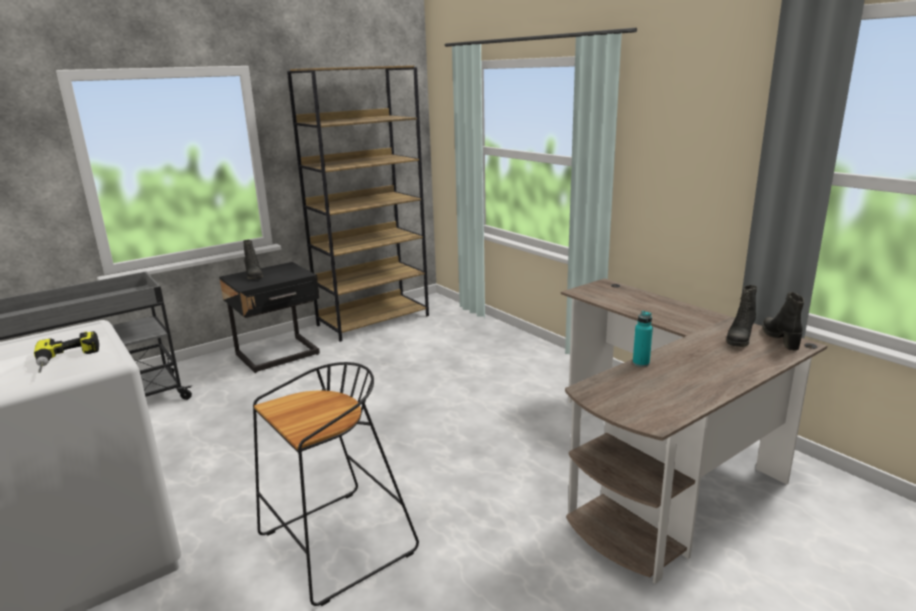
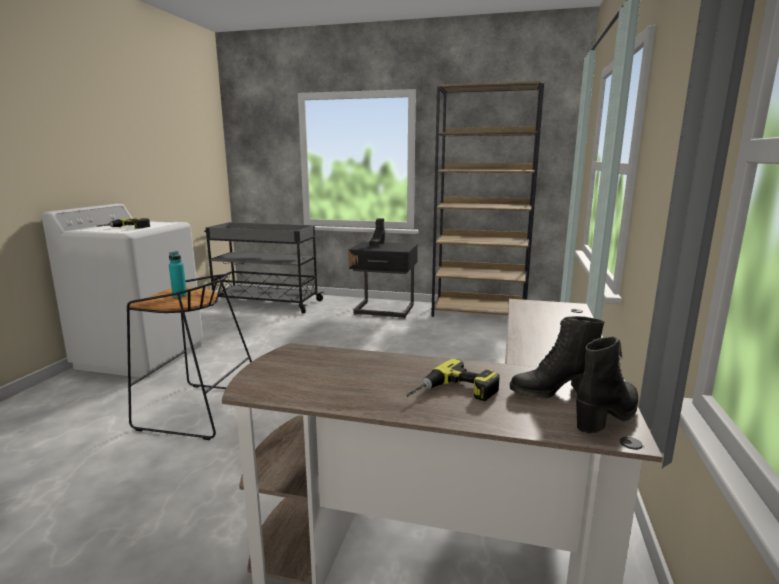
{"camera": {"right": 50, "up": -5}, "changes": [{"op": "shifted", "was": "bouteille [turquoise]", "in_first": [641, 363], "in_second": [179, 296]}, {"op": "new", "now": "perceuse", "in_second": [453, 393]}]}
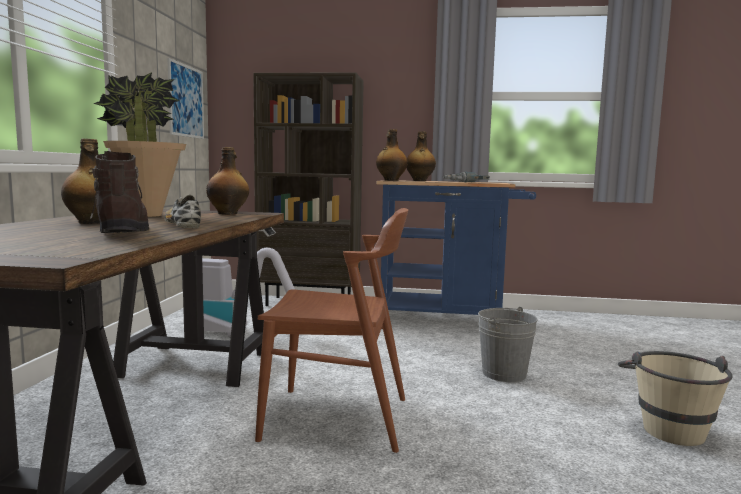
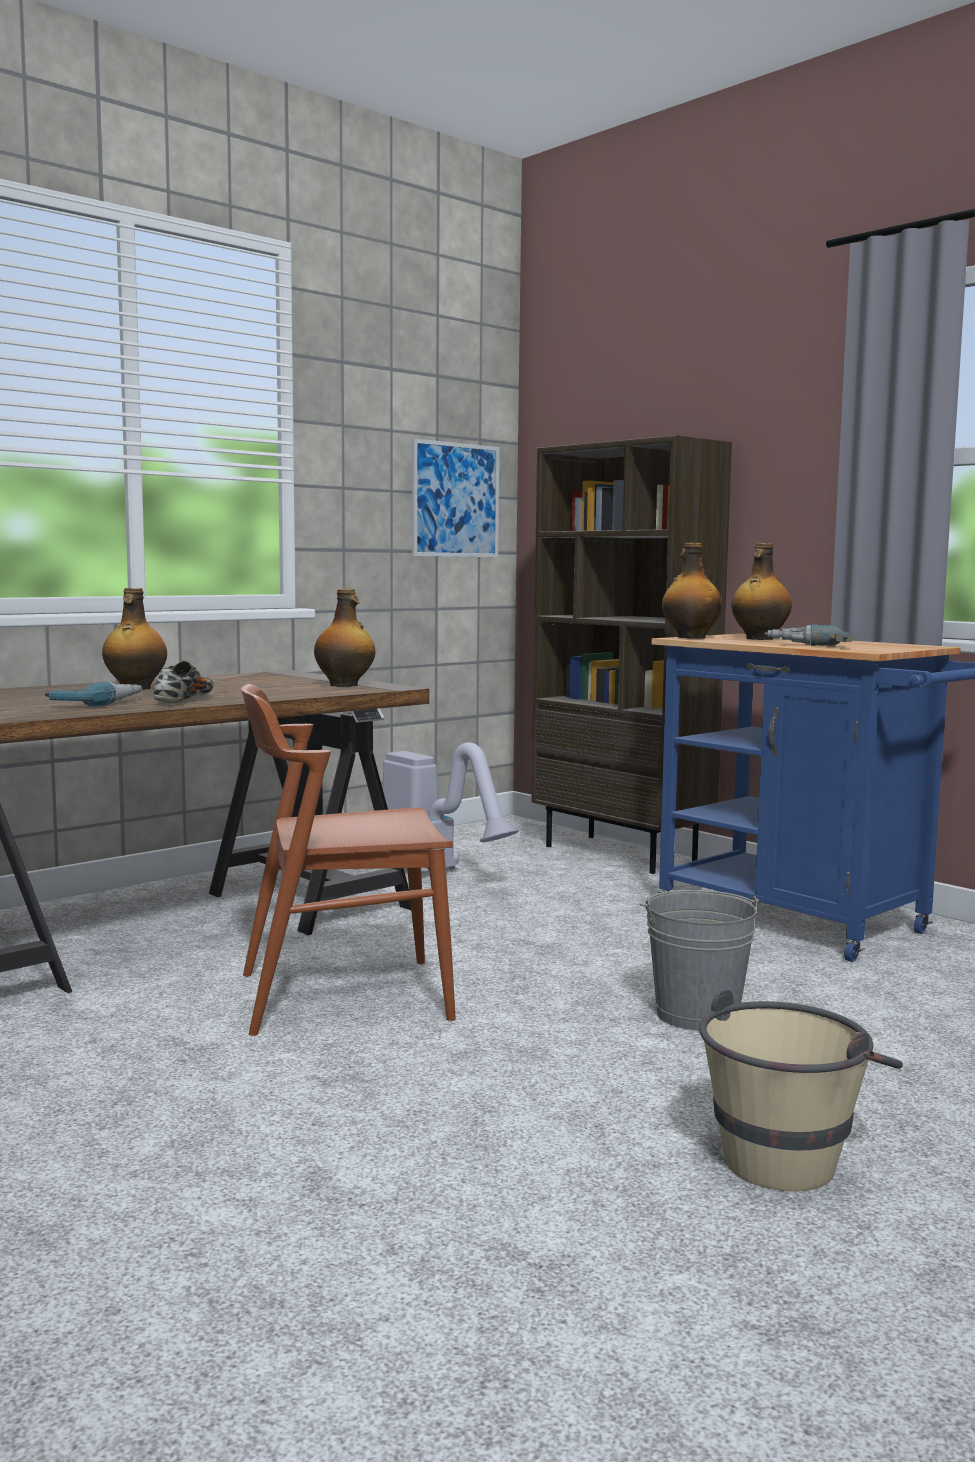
{"camera": {"right": 40, "up": 0}, "changes": [{"op": "swapped", "was": "botte [marron]", "now": "perceuse", "in_first": [122, 233], "in_second": [96, 703]}, {"op": "rotated", "was": "chaise [marron]", "in_first": [337, 418], "in_second": [343, 995], "clockwise": 120}, {"op": "gone", "was": "plante en pot", "in_first": [147, 215]}]}
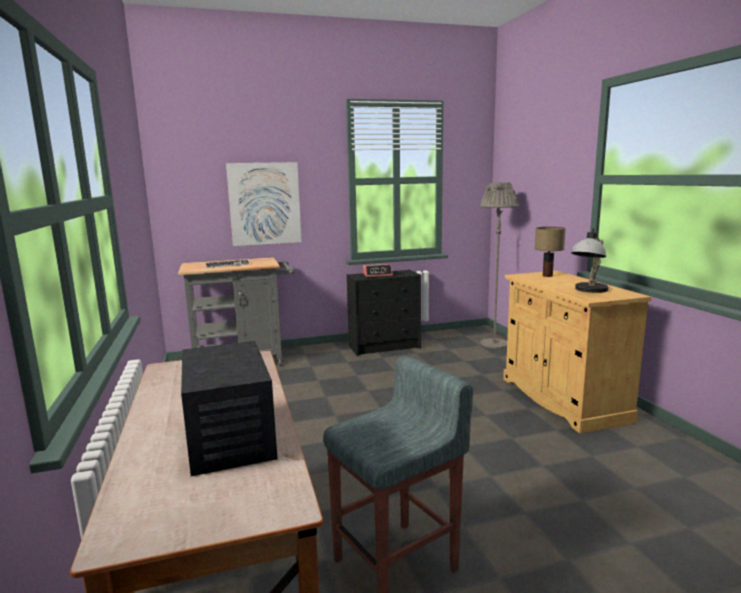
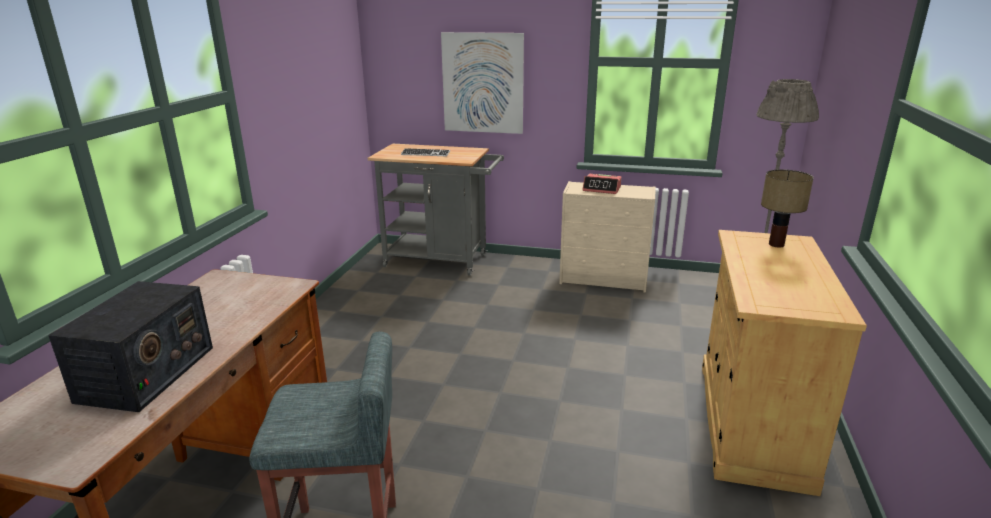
{"camera": {"right": 30, "up": 10}, "changes": [{"op": "repainted", "was": "commode [noir]", "now": "commode [beige]", "in_first": [385, 347], "in_second": [604, 279]}, {"op": "gone", "was": "lampe de table", "in_first": [589, 291]}]}
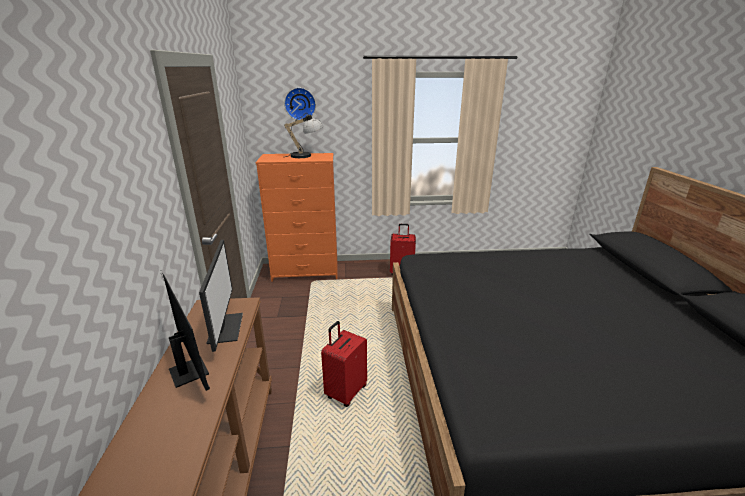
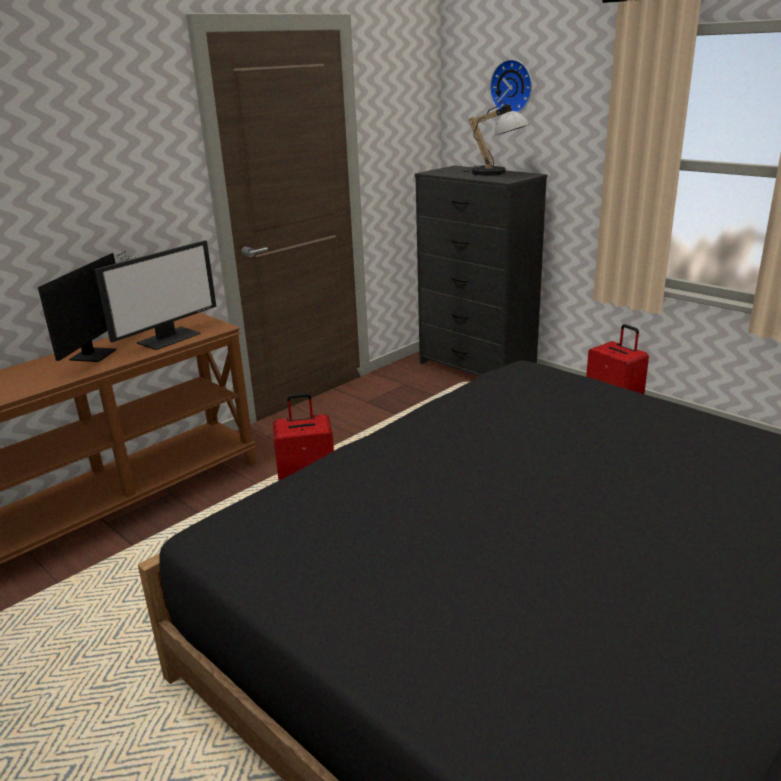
{"camera": {"right": 50, "up": 0}, "changes": [{"op": "repainted", "was": "commode [orange]", "now": "commode [noir]", "in_first": [306, 272], "in_second": [477, 368]}]}
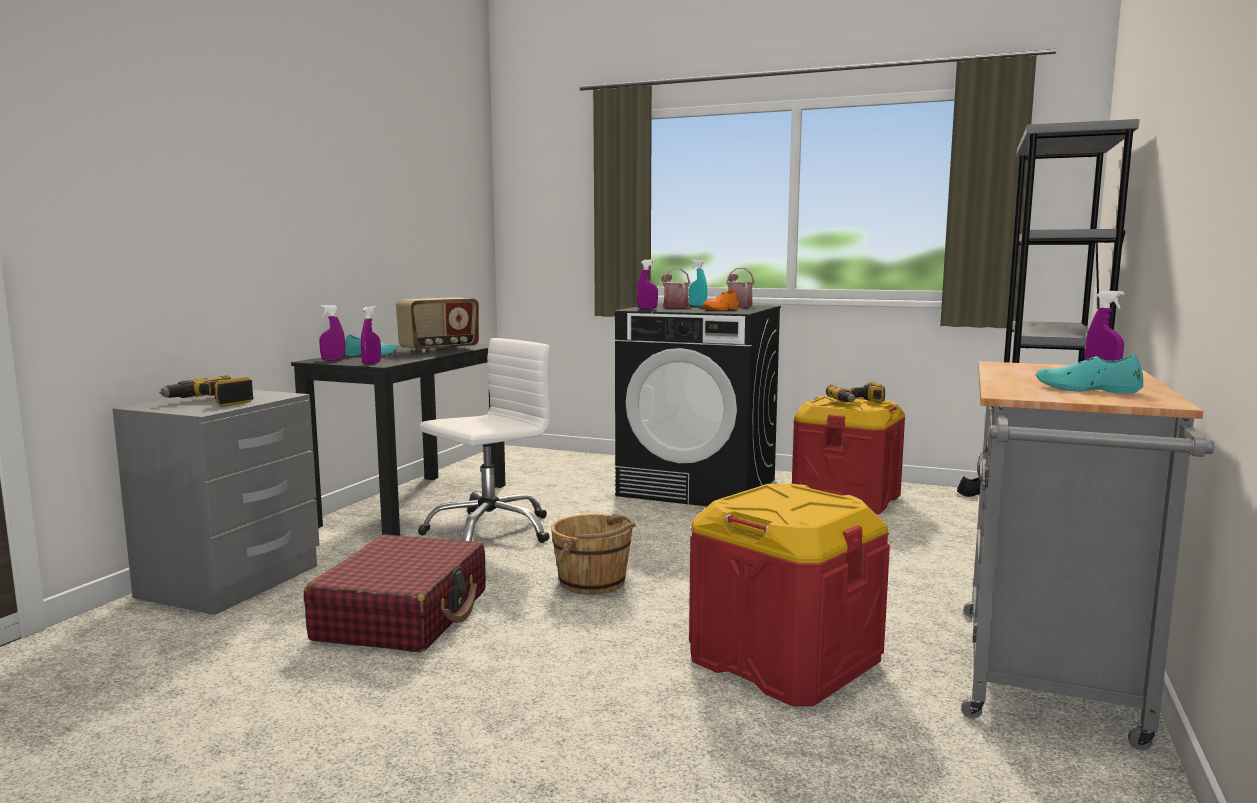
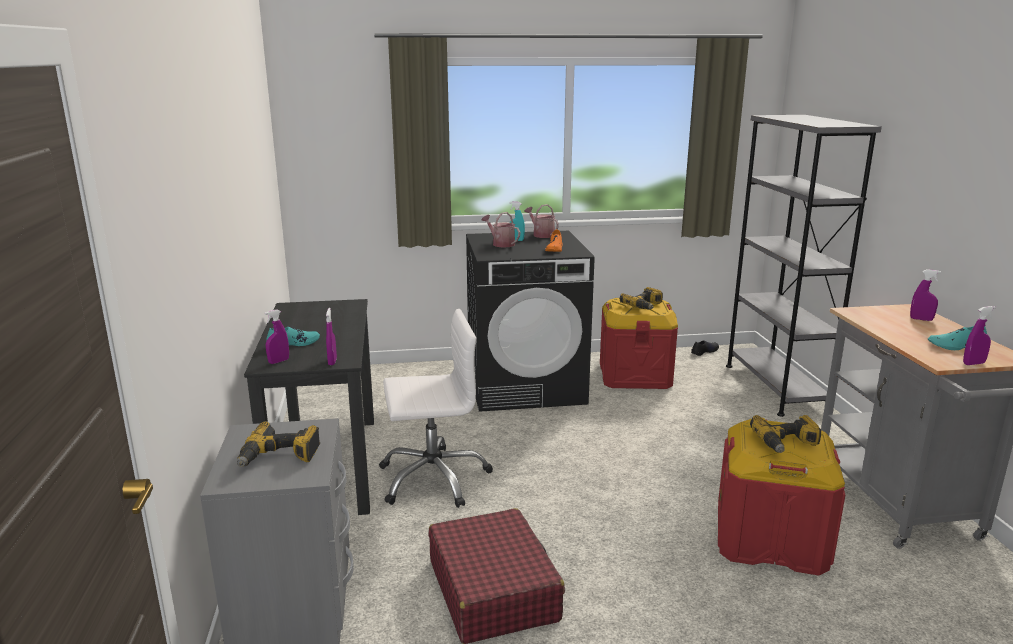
{"camera": {"right": -30, "up": 10}, "changes": [{"op": "rotated", "was": "chaise de bureau [blanc]", "in_first": [489, 531], "in_second": [433, 478], "clockwise": 60}, {"op": "new", "now": "perceuse", "in_second": [786, 443]}, {"op": "shifted", "was": "vaporisateur [violet]", "in_first": [647, 308], "in_second": [973, 363]}, {"op": "gone", "was": "radio", "in_first": [440, 349]}, {"op": "gone", "was": "seau [marron]", "in_first": [593, 582]}]}
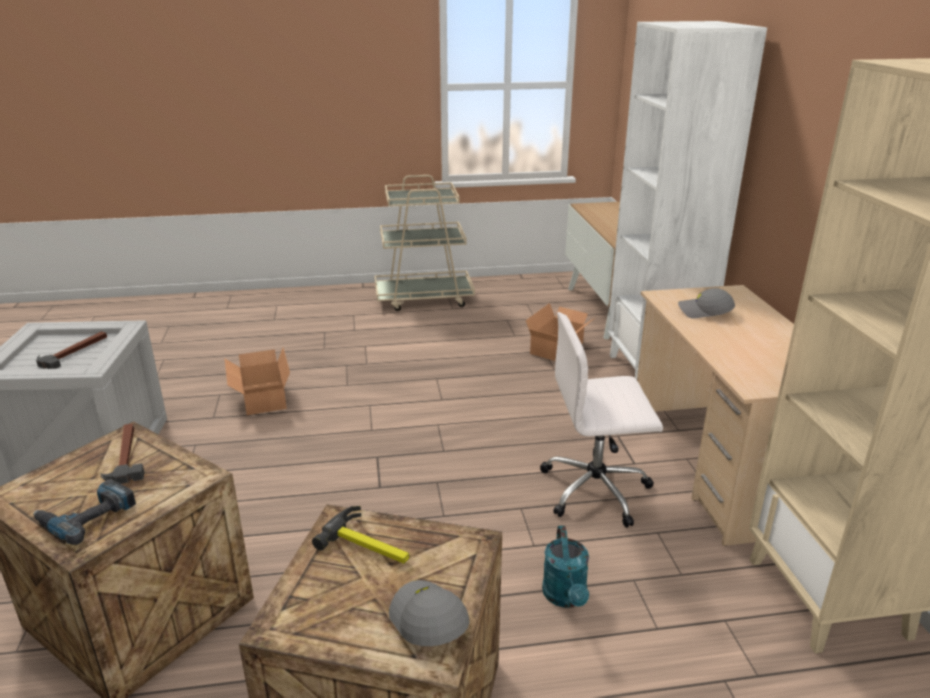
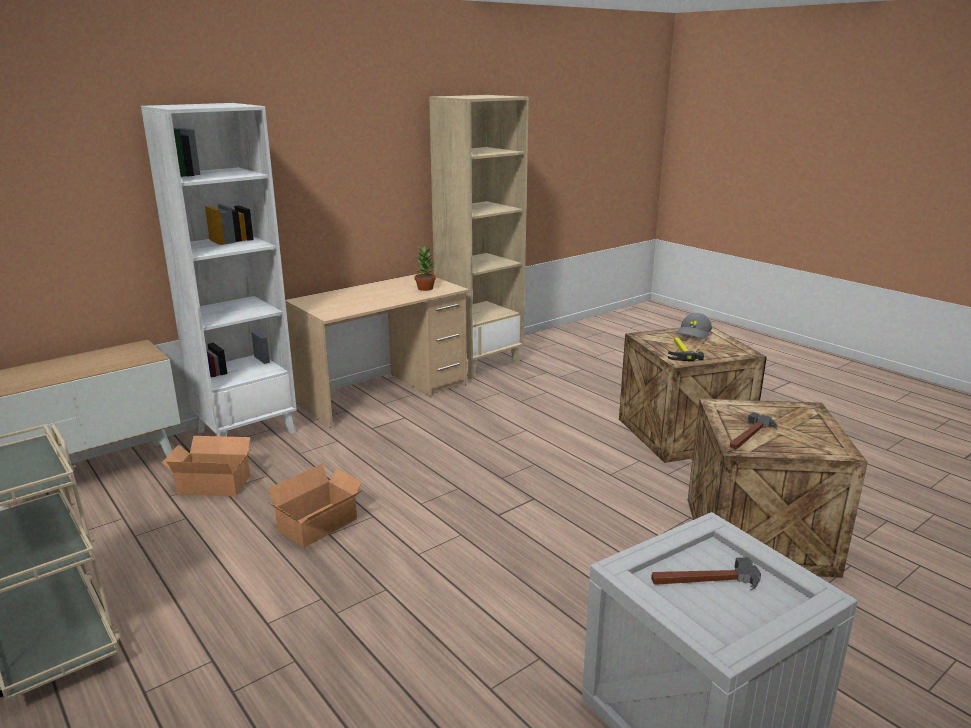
{"camera": {"right": -120, "up": -5}, "changes": [{"op": "shifted", "was": "carton", "in_first": [261, 399], "in_second": [321, 525]}, {"op": "new", "now": "plante en pot", "in_second": [425, 288]}, {"op": "gone", "was": "perceuse", "in_first": [87, 516]}, {"op": "gone", "was": "chaise de bureau [blanc]", "in_first": [597, 489]}, {"op": "gone", "was": "arrosoir [turquoise]", "in_first": [566, 597]}, {"op": "gone", "was": "casquette [gris]", "in_first": [704, 312]}]}
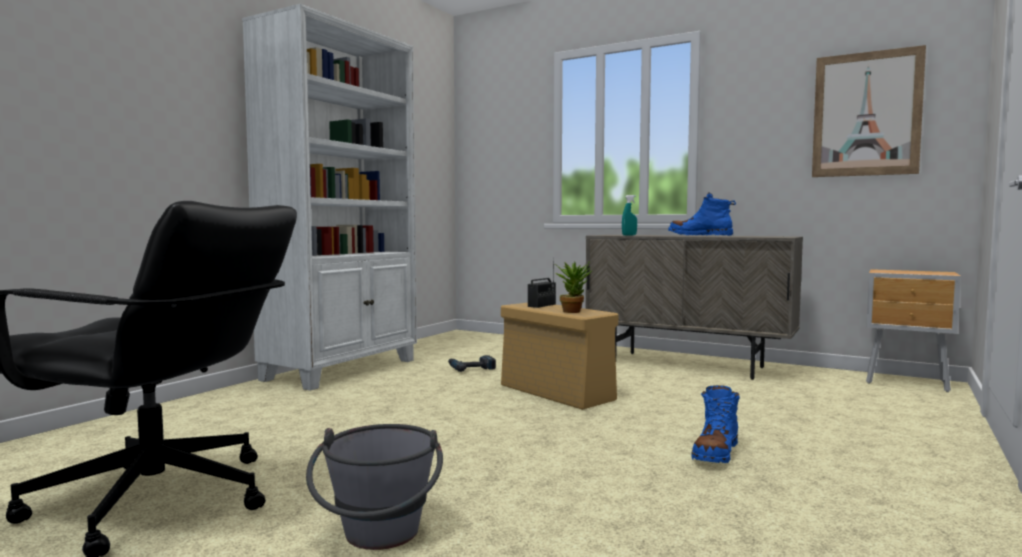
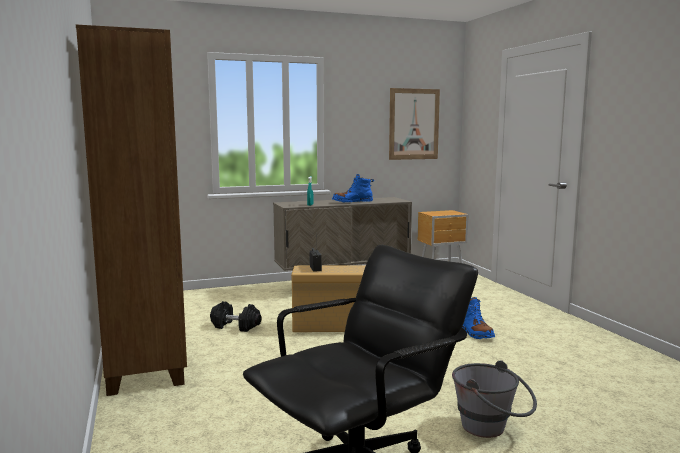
{"camera": {"right": -50, "up": 5}, "changes": [{"op": "repainted", "was": "bibliothèque [blanc]", "now": "bibliothèque [marron]", "in_first": [343, 369], "in_second": [147, 360]}, {"op": "swapped", "was": "perceuse", "now": "haltère [noir]", "in_first": [471, 368], "in_second": [236, 326]}, {"op": "gone", "was": "plante en pot", "in_first": [573, 311]}]}
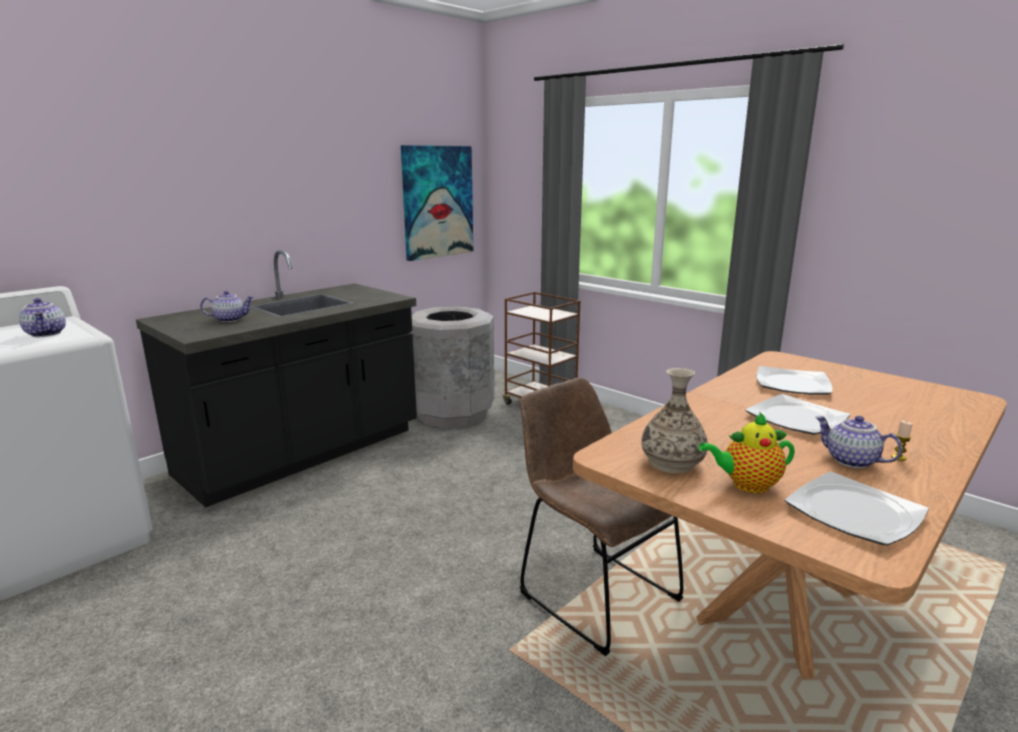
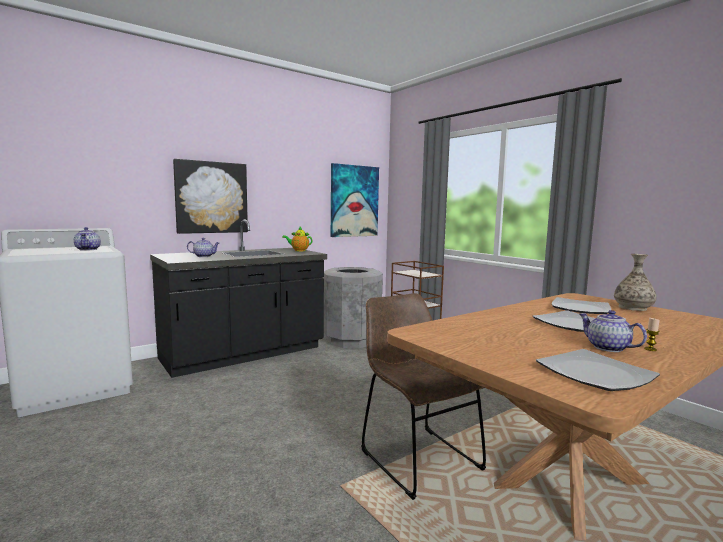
{"camera": {"right": 10, "up": -10}, "changes": [{"op": "new", "now": "tableau", "in_second": [211, 197]}, {"op": "shifted", "was": "théière", "in_first": [746, 485], "in_second": [298, 250]}, {"op": "shifted", "was": "vase", "in_first": [671, 463], "in_second": [632, 308]}]}
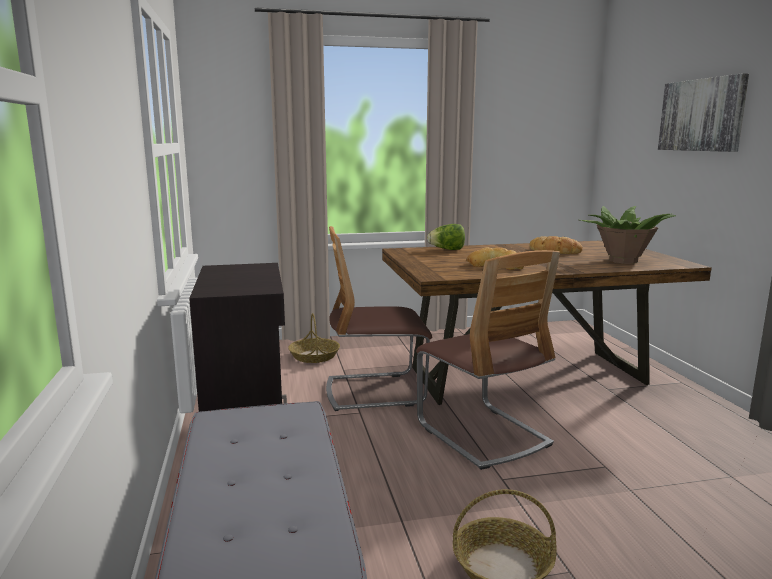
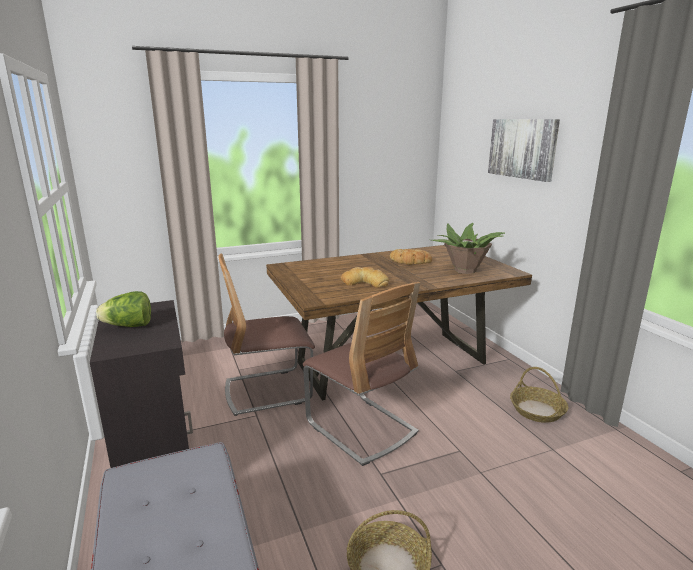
{"camera": {"right": -10, "up": 5}, "changes": [{"op": "shifted", "was": "laitue", "in_first": [447, 250], "in_second": [129, 326]}, {"op": "shifted", "was": "panier", "in_first": [314, 356], "in_second": [537, 410]}]}
